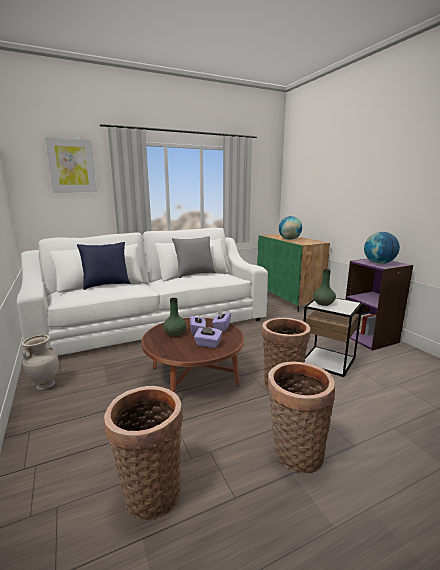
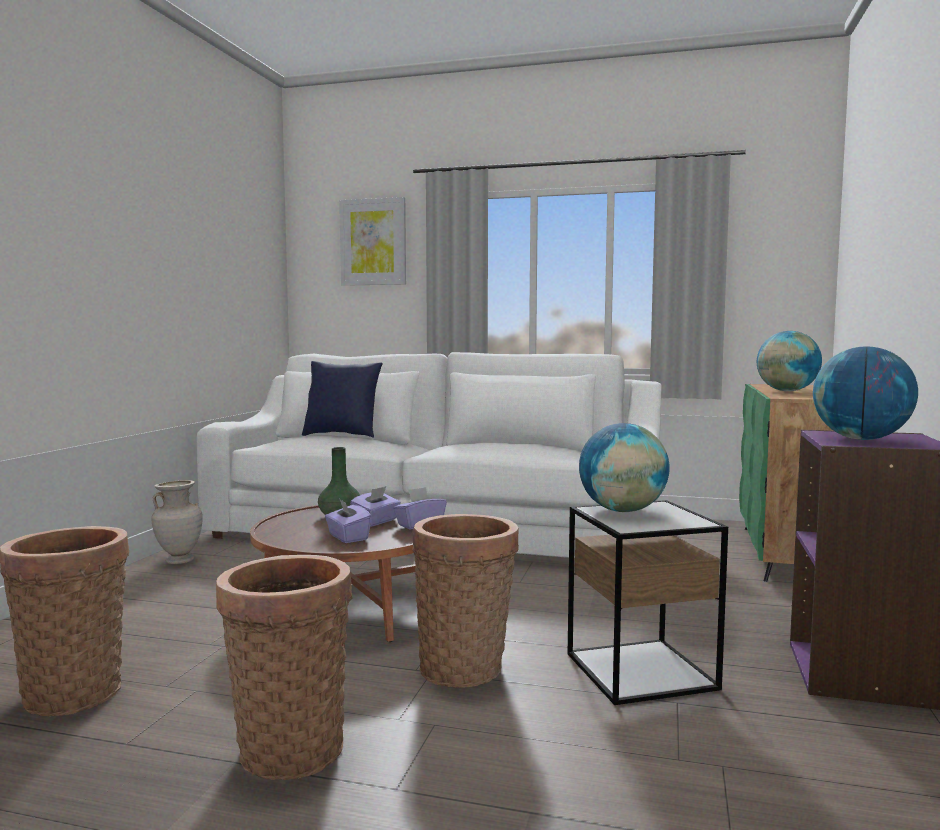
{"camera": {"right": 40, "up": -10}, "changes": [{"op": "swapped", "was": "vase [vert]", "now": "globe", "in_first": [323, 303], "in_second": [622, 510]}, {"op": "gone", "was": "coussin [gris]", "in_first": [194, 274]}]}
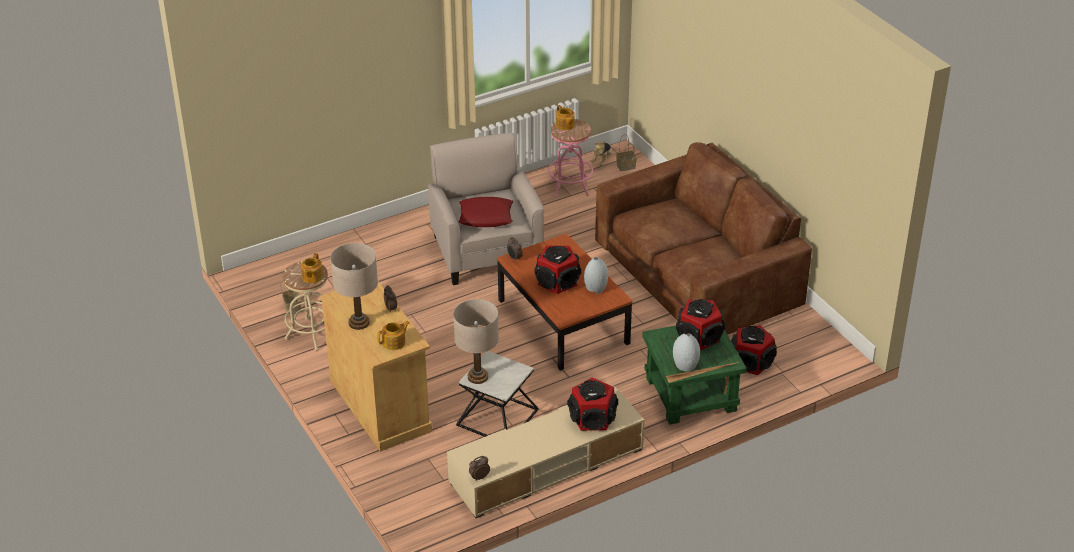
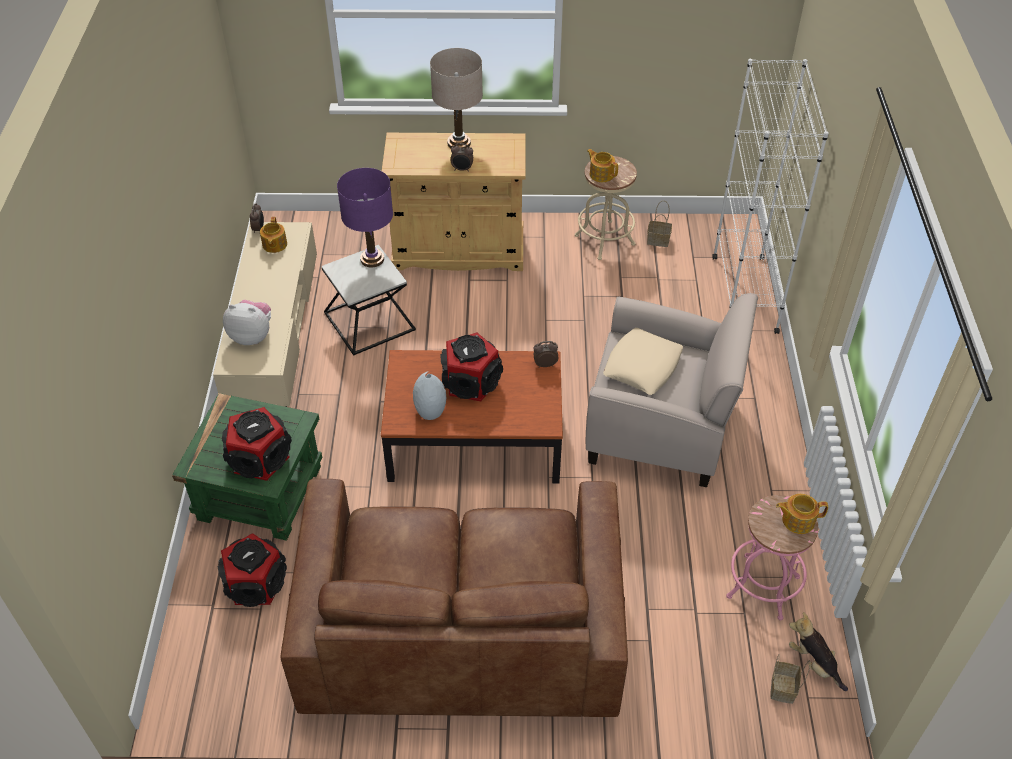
{"camera": {"right": 120, "up": 10}, "changes": [{"op": "swapped", "was": "enceinte", "now": "peluche", "in_first": [593, 419], "in_second": [252, 336]}, {"op": "shifted", "was": "théière", "in_first": [394, 342], "in_second": [274, 245]}, {"op": "repainted", "was": "lampe de table [beige]", "now": "lampe de table [violet]", "in_first": [477, 377], "in_second": [372, 259]}, {"op": "repainted", "was": "coussin [rouge]", "now": "coussin [beige]", "in_first": [486, 217], "in_second": [642, 366]}, {"op": "new", "now": "bibliothèque [blanc]", "in_second": [744, 293]}, {"op": "gone", "was": "vase [gris]", "in_first": [686, 366]}]}
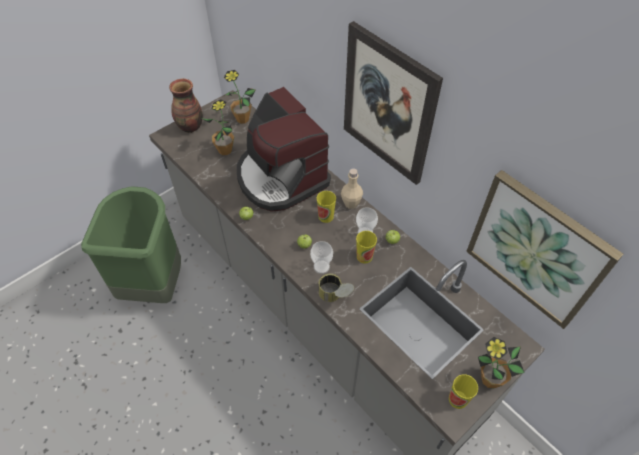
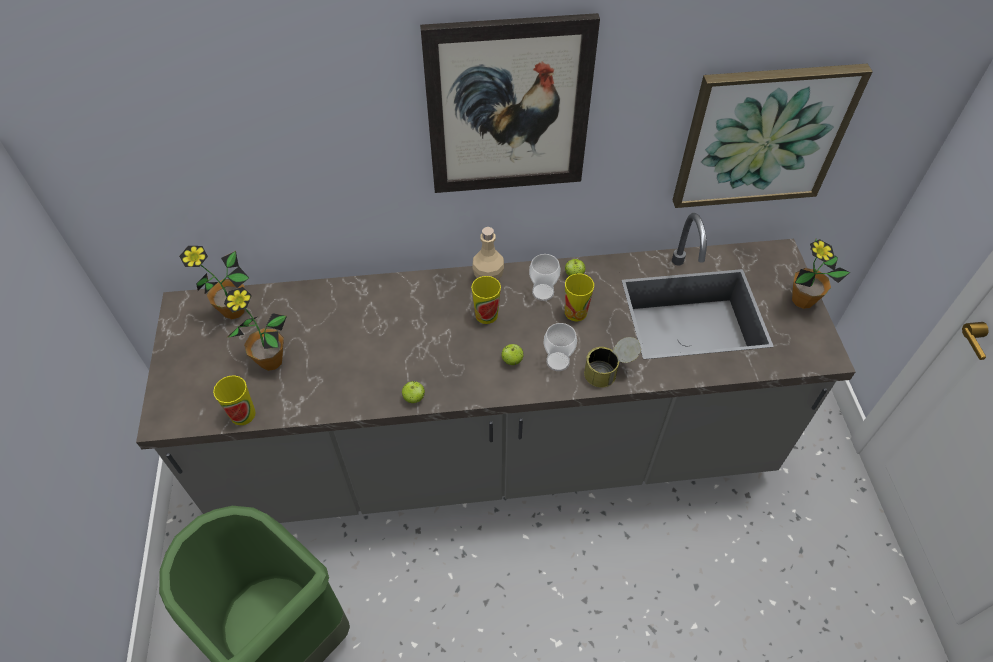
{"camera": {"right": -55, "up": 0}, "changes": [{"op": "shifted", "was": "tasse", "in_first": [458, 399], "in_second": [243, 414]}, {"op": "gone", "was": "vase", "in_first": [190, 127]}, {"op": "gone", "was": "machine à café", "in_first": [280, 177]}]}
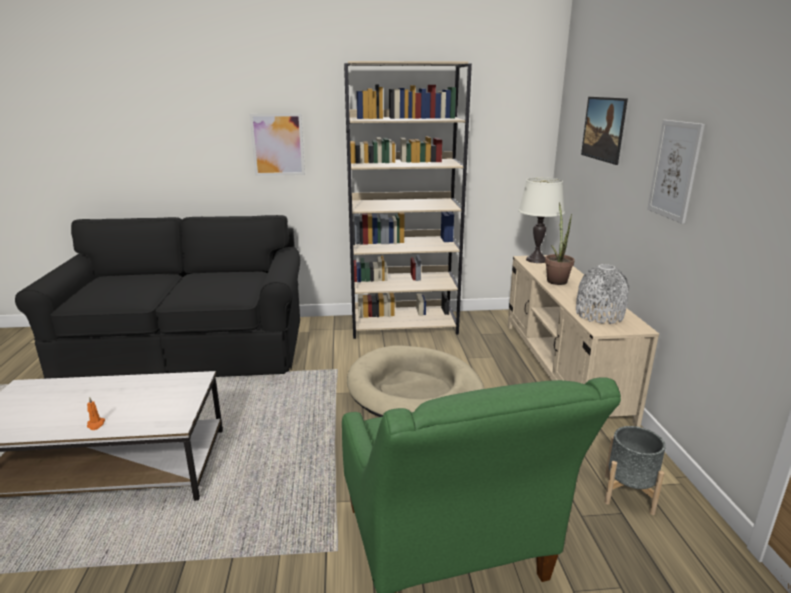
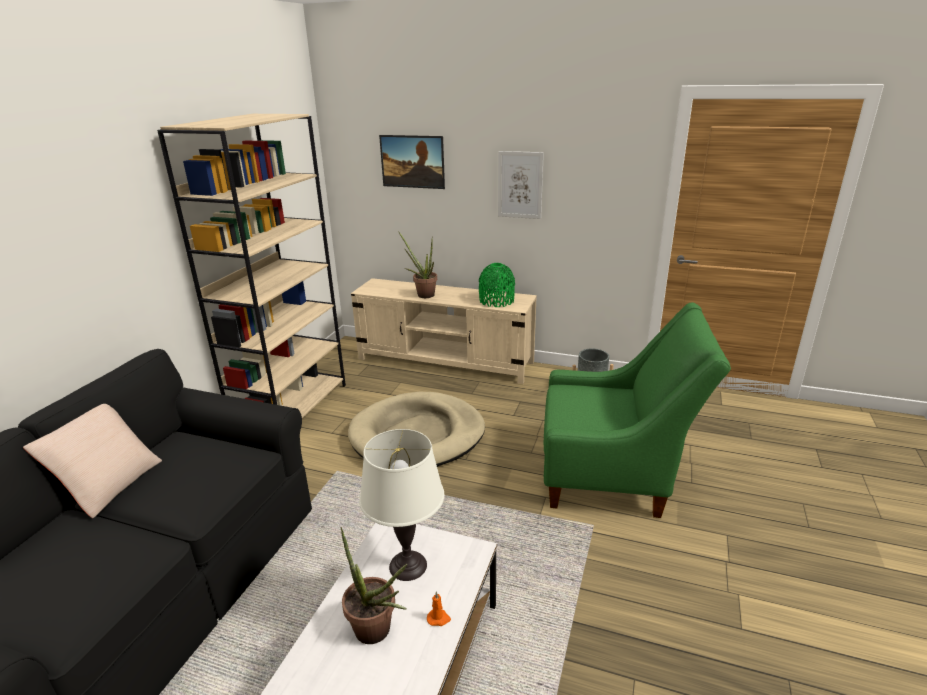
{"camera": {"right": -65, "up": 5}, "changes": [{"op": "new", "now": "coussin [beige]", "in_second": [109, 483]}, {"op": "new", "now": "plante en pot", "in_second": [378, 634]}, {"op": "shifted", "was": "lampe de table [blanc]", "in_first": [536, 260], "in_second": [408, 566]}, {"op": "repainted", "was": "vase [gris]", "now": "vase [vert]", "in_first": [599, 315], "in_second": [496, 301]}, {"op": "gone", "was": "tableau", "in_first": [278, 144]}]}
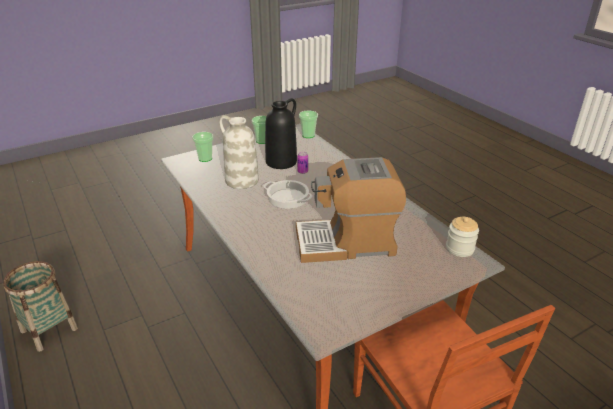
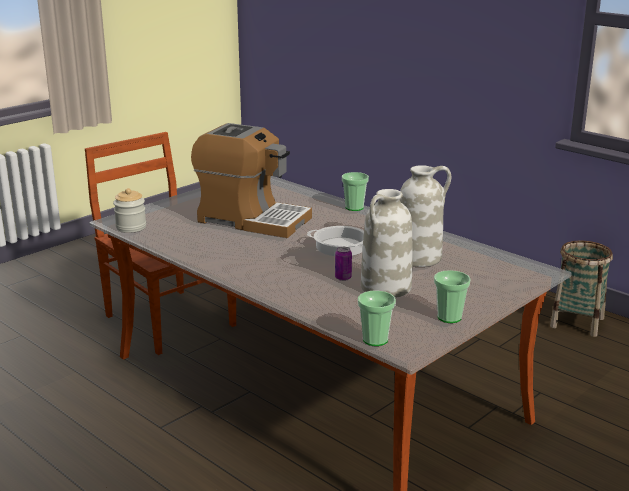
{"camera": {"right": 165, "up": -10}, "changes": [{"op": "rotated", "was": "machine à café", "in_first": [347, 242], "in_second": [252, 219], "clockwise": 45}, {"op": "shifted", "was": "tasse", "in_first": [205, 158], "in_second": [354, 207]}, {"op": "repainted", "was": "vase [noir]", "now": "vase [blanc]", "in_first": [281, 161], "in_second": [386, 288]}]}
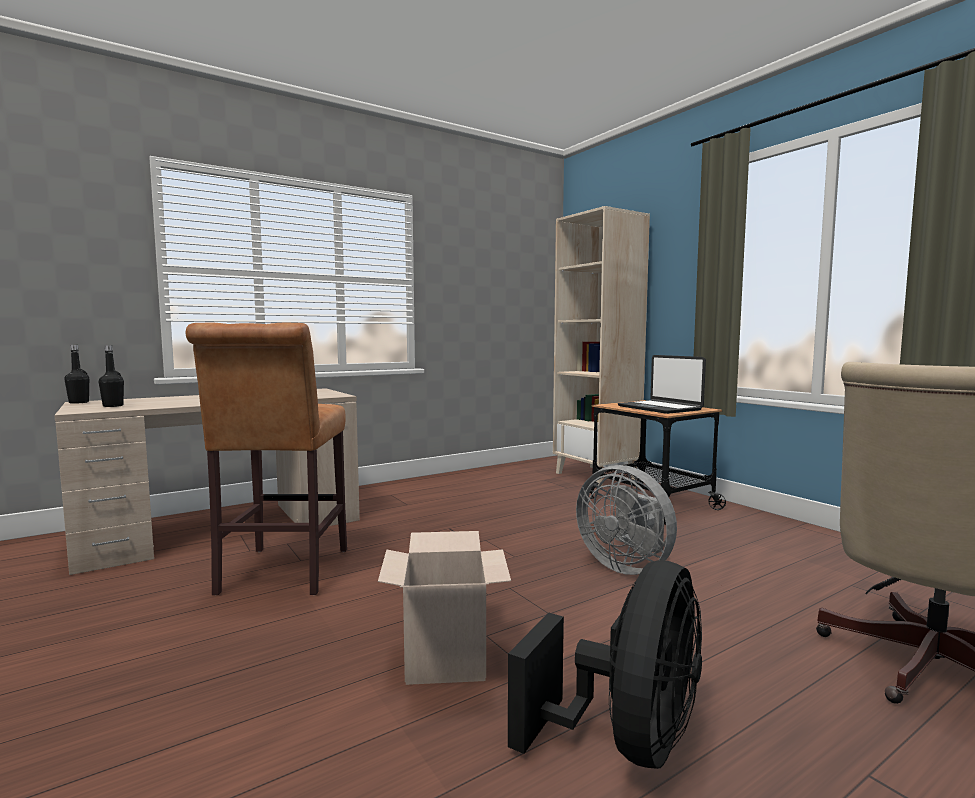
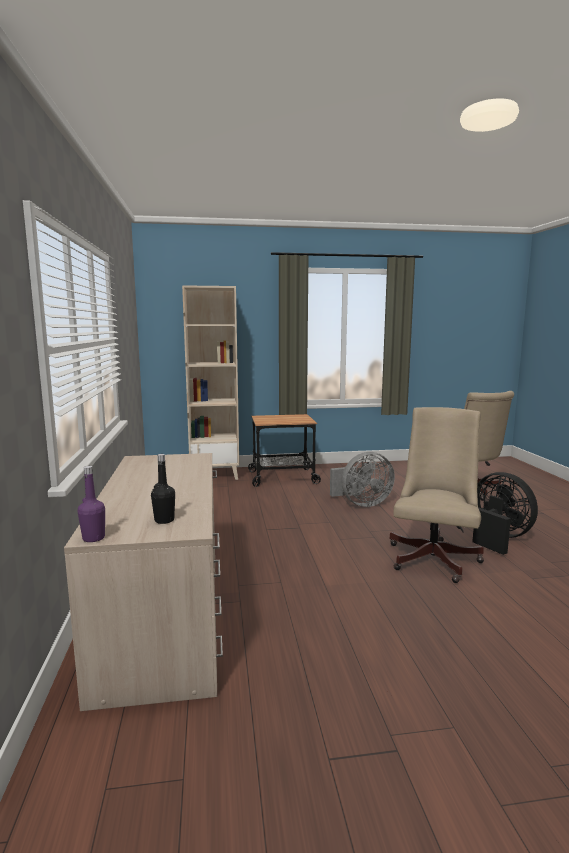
{"camera": {"right": -65, "up": 5}, "changes": [{"op": "repainted", "was": "bouteille [noir]", "now": "bouteille [violet]", "in_first": [79, 402], "in_second": [93, 538]}, {"op": "swapped", "was": "carton", "now": "chaise de bureau [beige]", "in_first": [445, 658], "in_second": [434, 556]}, {"op": "gone", "was": "tabouret [marron]", "in_first": [281, 574]}, {"op": "gone", "was": "ordinateur portable", "in_first": [660, 408]}]}
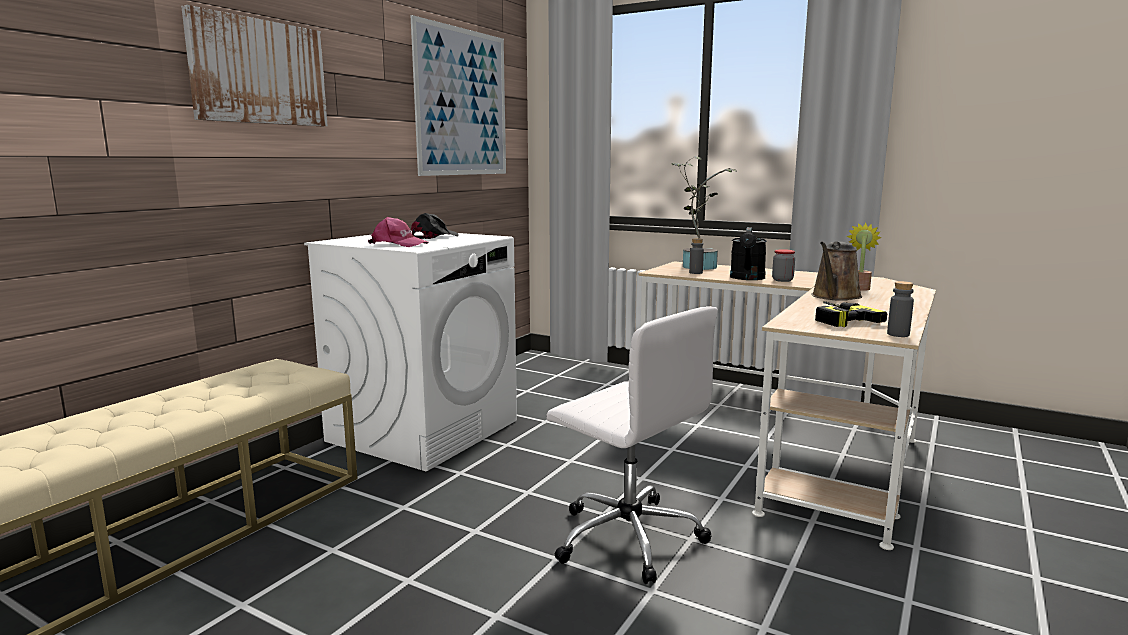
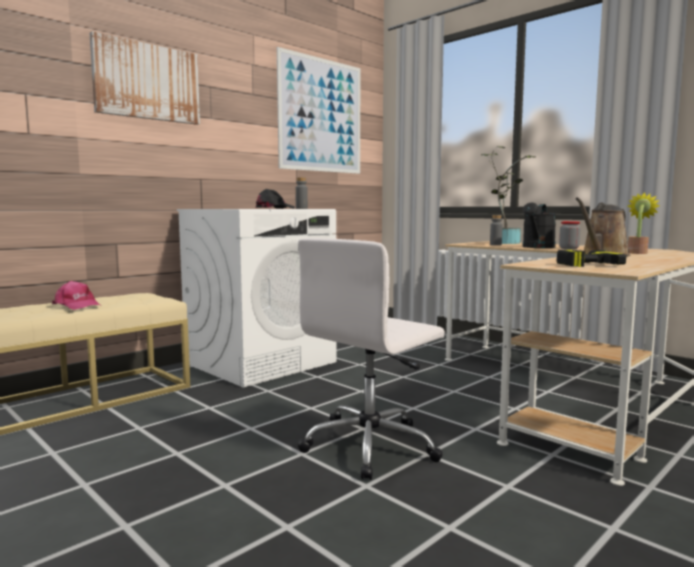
{"camera": {"right": 15, "up": -5}, "changes": [{"op": "shifted", "was": "casquette [rose]", "in_first": [398, 244], "in_second": [77, 305]}, {"op": "shifted", "was": "bouteille [gris]", "in_first": [898, 334], "in_second": [301, 208]}, {"op": "rotated", "was": "chaise de bureau [blanc]", "in_first": [627, 536], "in_second": [371, 446], "clockwise": 75}]}
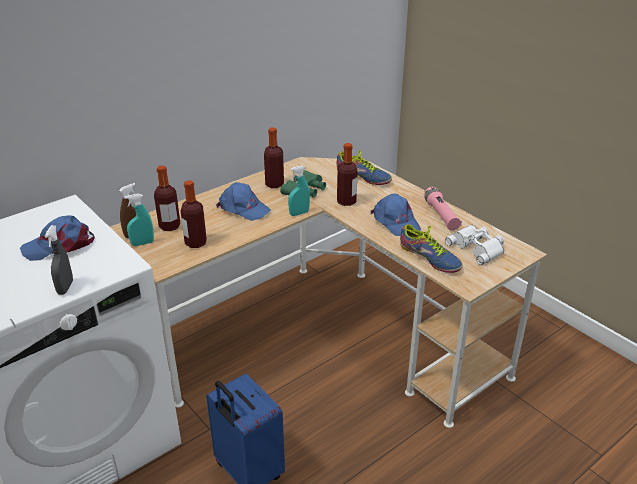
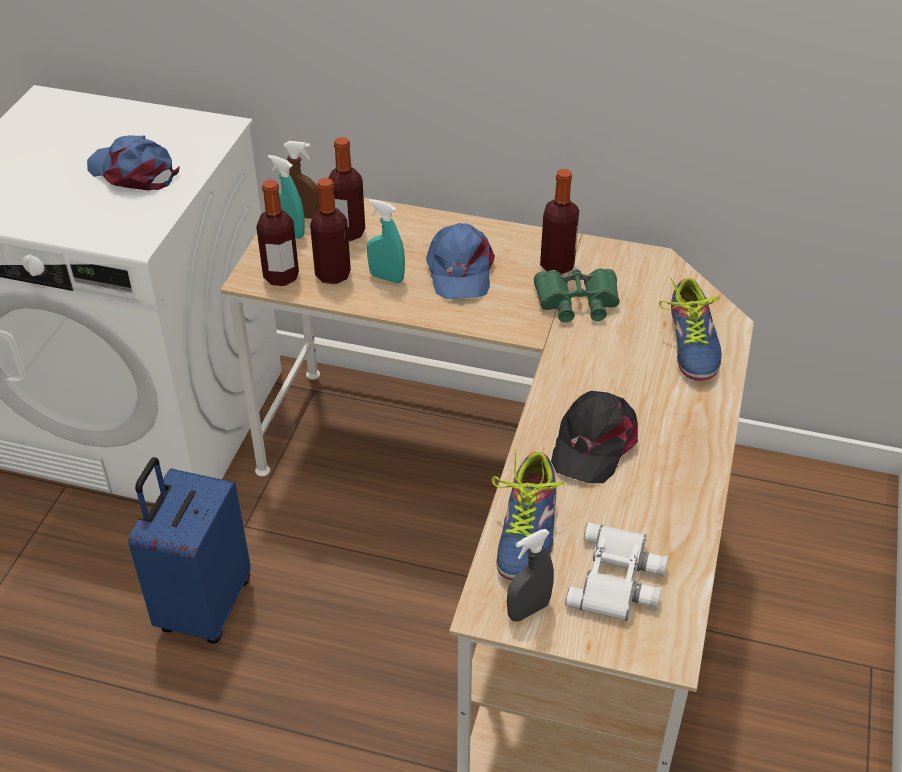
{"camera": {"right": 55, "up": 10}, "changes": [{"op": "shifted", "was": "bouteille", "in_first": [346, 201], "in_second": [281, 276]}, {"op": "shifted", "was": "vaporisateur [turquoise]", "in_first": [299, 213], "in_second": [386, 277]}, {"op": "shifted", "was": "vaporisateur [gris]", "in_first": [65, 288], "in_second": [528, 610]}, {"op": "repainted", "was": "casquette [bleu]", "now": "casquette [noir]", "in_first": [395, 221], "in_second": [593, 443]}, {"op": "gone", "was": "lampe de poche [rose]", "in_first": [441, 215]}]}
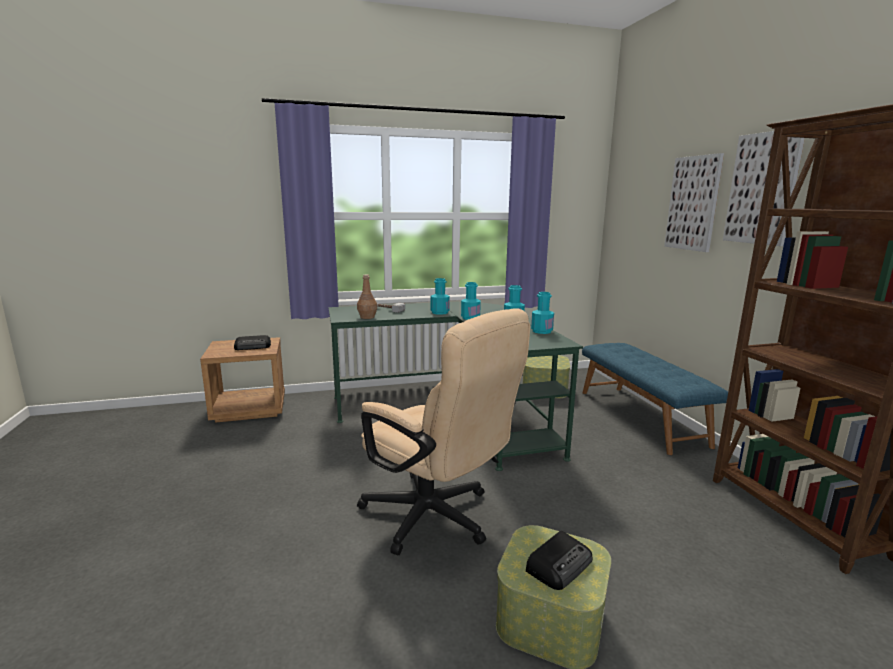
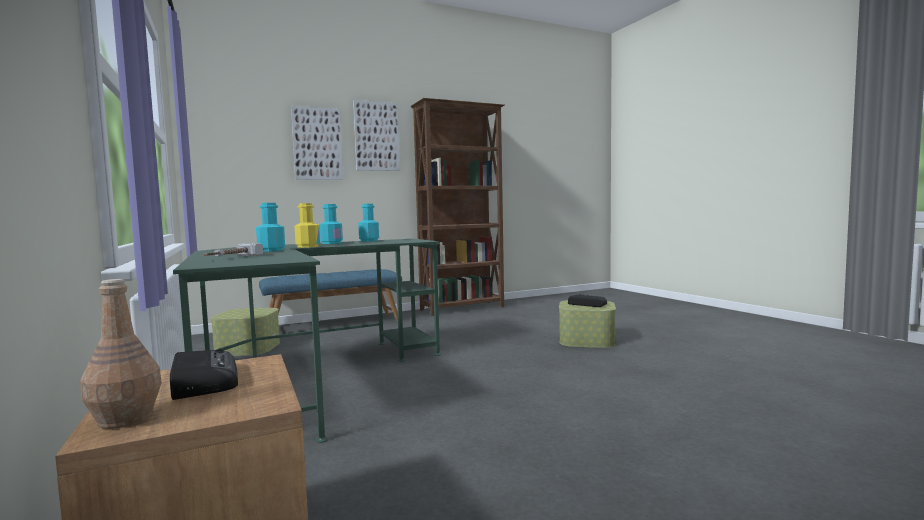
{"camera": {"right": -100, "up": -10}, "changes": [{"op": "shifted", "was": "bouteille [marron]", "in_first": [367, 317], "in_second": [126, 419]}, {"op": "repainted", "was": "bouteille [turquoise]", "now": "bouteille [jaune]", "in_first": [470, 318], "in_second": [308, 246]}, {"op": "gone", "was": "chaise de bureau [beige]", "in_first": [437, 519]}]}
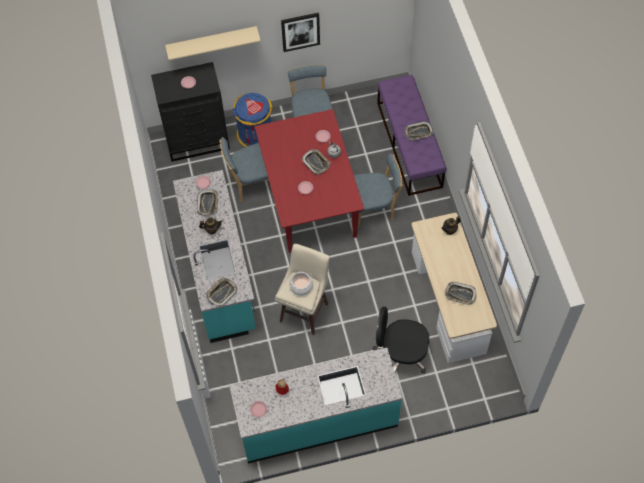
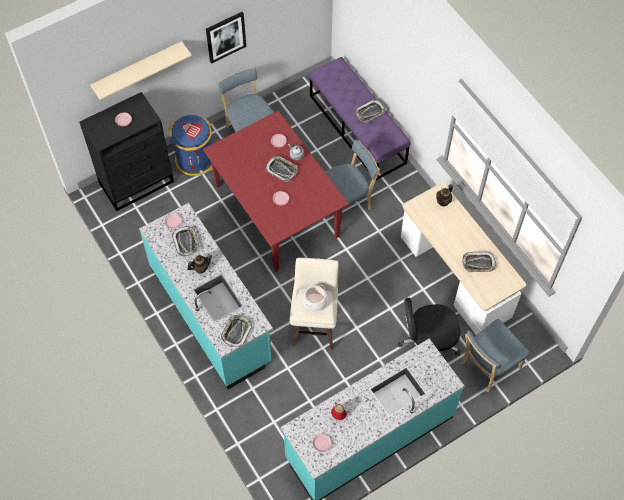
{"camera": {"right": -20, "up": 0}, "changes": [{"op": "shifted", "was": "chaise [bleu]", "in_first": [250, 183], "in_second": [488, 366]}]}
